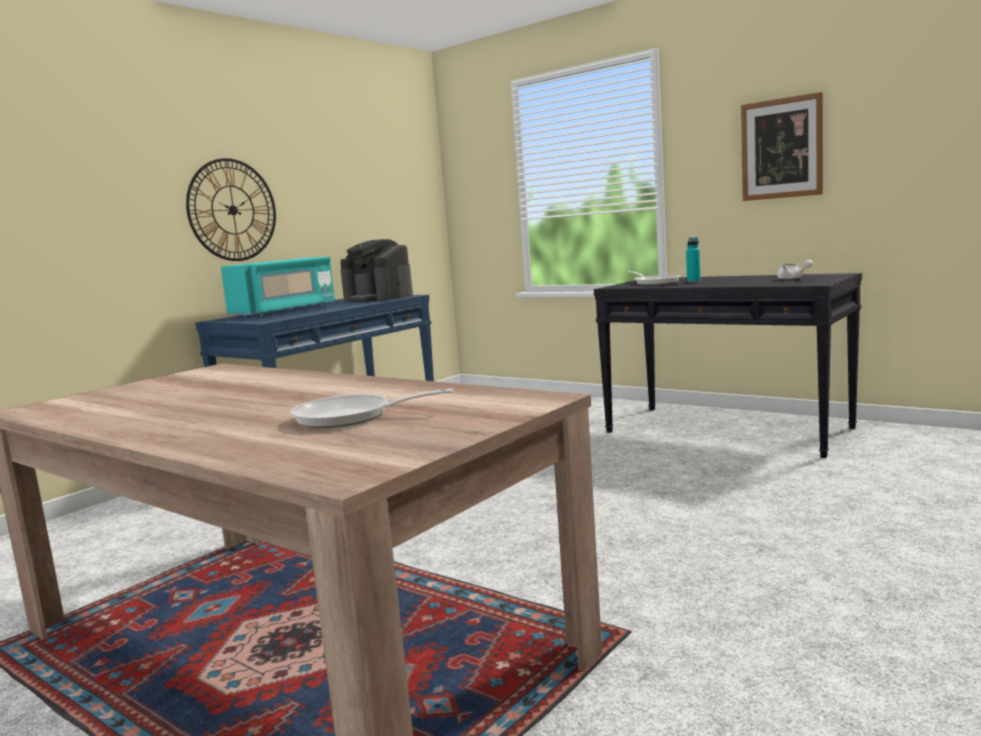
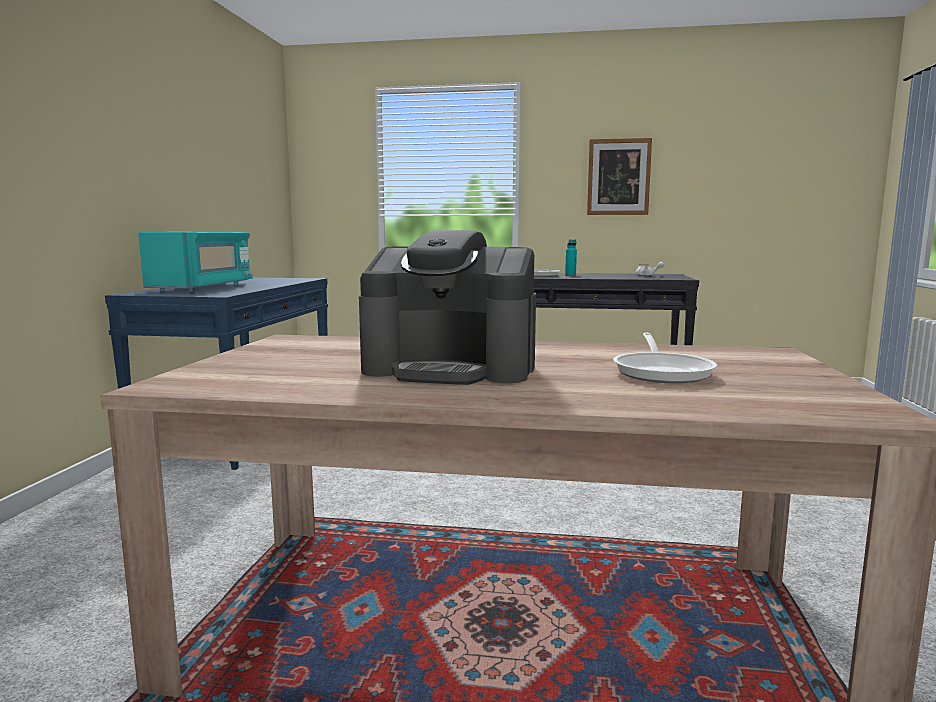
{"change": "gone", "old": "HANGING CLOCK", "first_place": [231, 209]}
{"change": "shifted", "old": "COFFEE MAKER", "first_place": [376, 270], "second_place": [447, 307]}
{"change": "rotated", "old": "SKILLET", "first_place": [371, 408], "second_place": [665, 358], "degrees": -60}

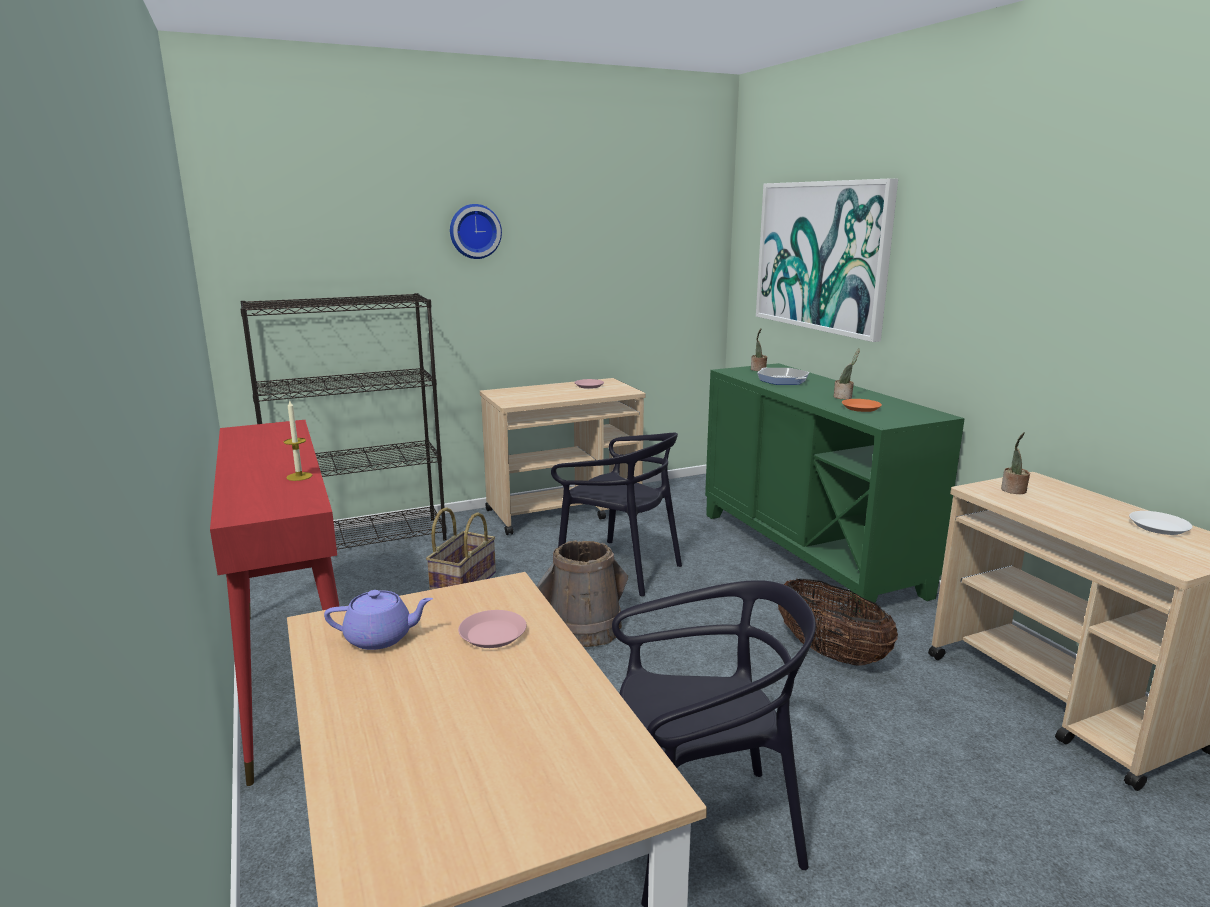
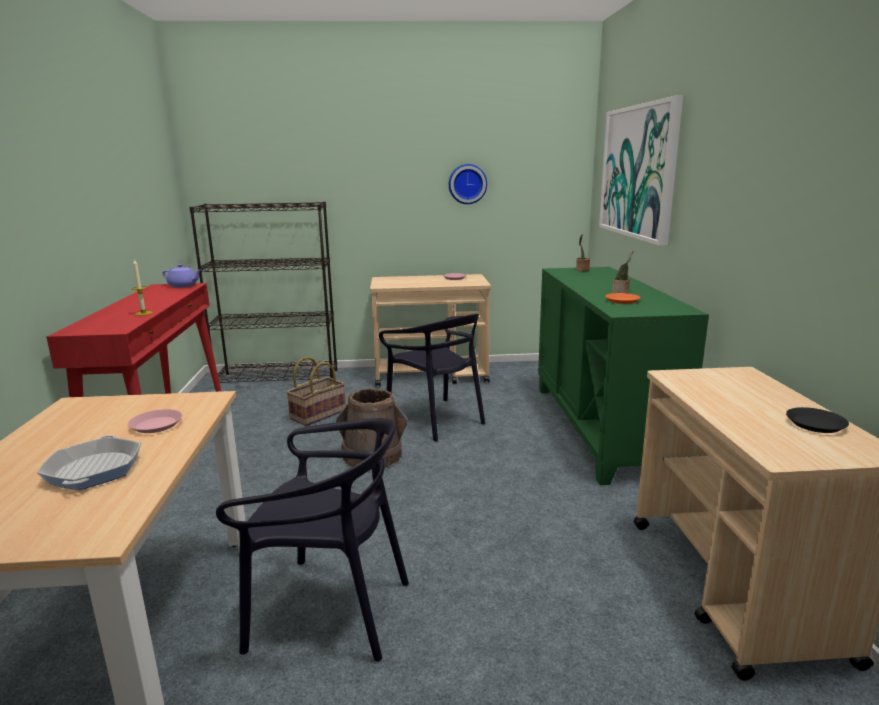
{"change": "gone", "old": "STORAGE BASKET", "first_place": [838, 622]}
{"change": "gone", "old": "PLANT IN A POT", "first_place": [1015, 463]}
{"change": "shifted", "old": "PURPLE-COLOURED TEAPOT", "first_place": [378, 620], "second_place": [182, 276]}
{"change": "shifted", "old": "HANGING CLOCK", "first_place": [476, 231], "second_place": [468, 184]}
{"change": "shifted", "old": "SKILLET", "first_place": [783, 376], "second_place": [89, 462]}
{"change": "repainted", "old": "WHITE DINNER PLATE", "new": "BLACK-COLOURED DINNER PLATE", "first_place": [1161, 523], "second_place": [817, 420]}

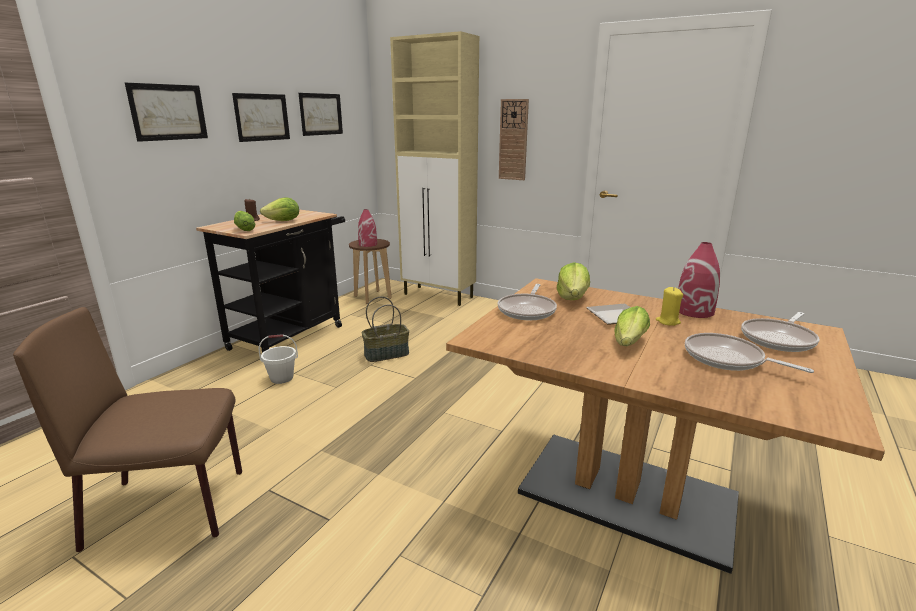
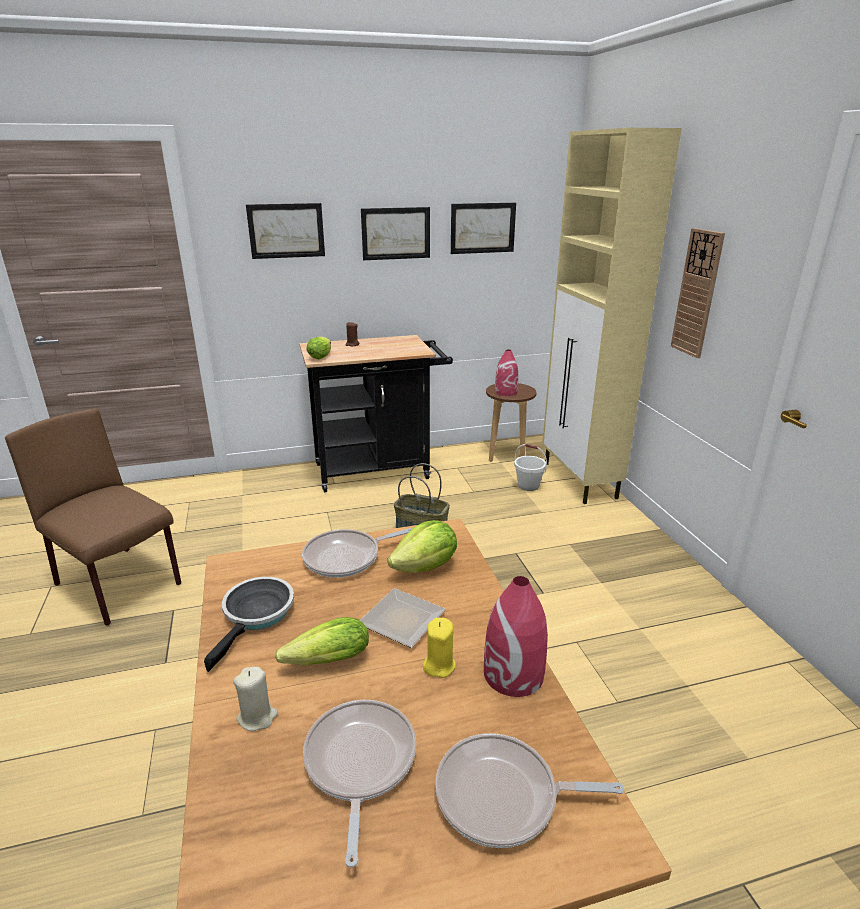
{"change": "gone", "old": "HEAD OF LETTUCE", "first_place": [279, 209]}
{"change": "new", "new": "SKILLET", "second_place": [249, 624]}
{"change": "new", "new": "BEIGE WAX LIGHT", "second_place": [255, 699]}
{"change": "shifted", "old": "WHITE BUCKET", "first_place": [278, 359], "second_place": [530, 467]}

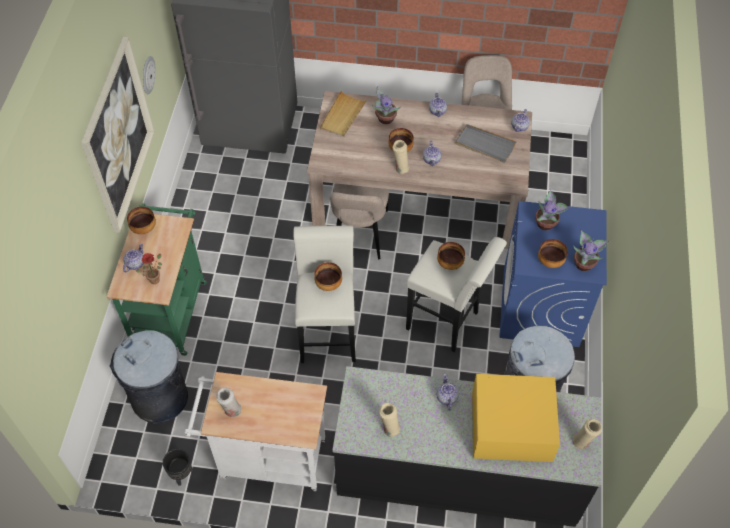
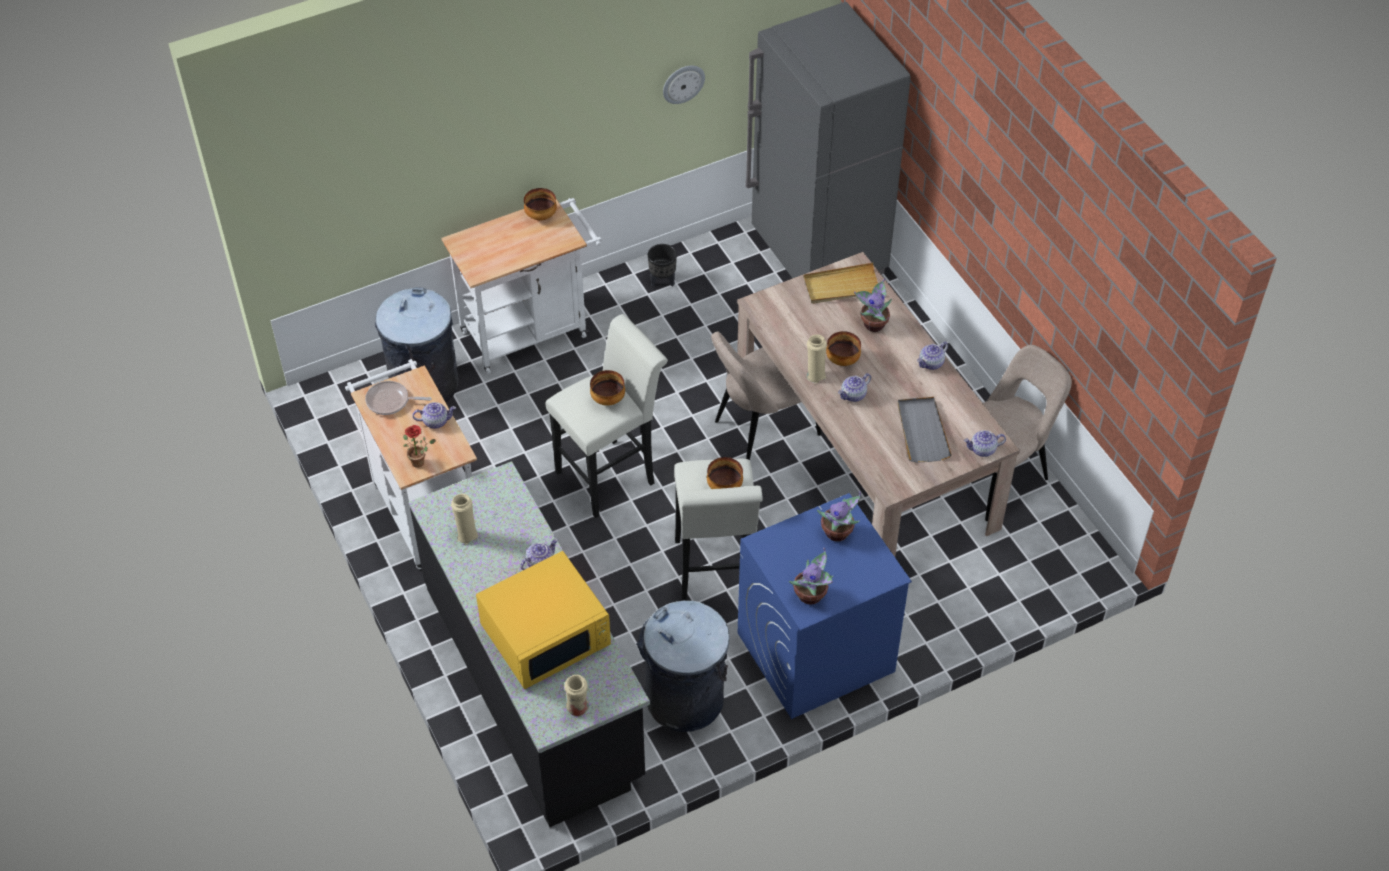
{"change": "gone", "old": "WALL PICTURE", "first_place": [118, 135]}
{"change": "gone", "old": "BOWL", "first_place": [553, 253]}
{"change": "shifted", "old": "TEAPOT", "first_place": [133, 257], "second_place": [434, 415]}
{"change": "shifted", "old": "PLANT IN A POT", "first_place": [148, 268], "second_place": [419, 446]}
{"change": "shifted", "old": "BLACK-COLOURED PLANTER", "first_place": [178, 467], "second_place": [662, 265]}
{"change": "swapped", "old": "WHITE DECORATIVE VASE", "new": "SKILLET", "first_place": [228, 402], "second_place": [398, 398]}
{"change": "repainted", "old": "GREEN-COLOURED CART", "new": "WHITE CART", "first_place": [157, 279], "second_place": [521, 286]}
{"change": "rotated", "old": "YELLOWISH MICROWAVE OVEN", "first_place": [516, 418], "second_place": [543, 620], "degrees": 90}

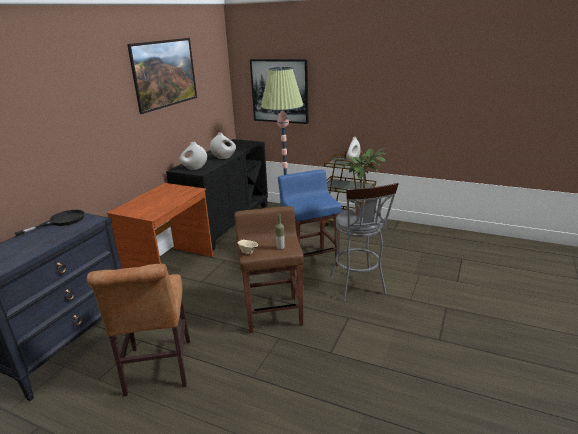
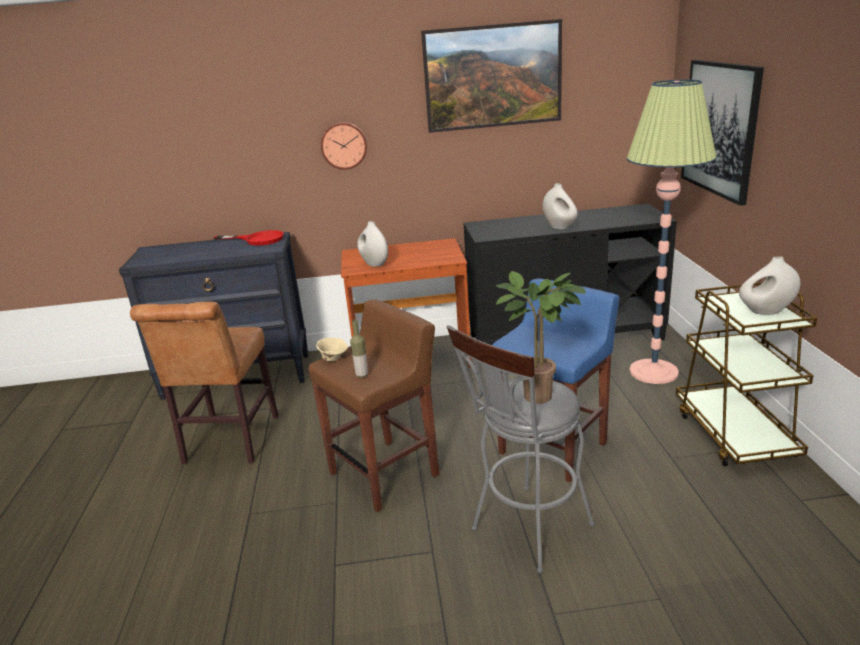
{"change": "new", "new": "HANGING CLOCK", "second_place": [344, 146]}
{"change": "shifted", "old": "WHITE DECORATIVE VASE", "first_place": [193, 156], "second_place": [372, 244]}
{"change": "repainted", "old": "BLACK-COLOURED SKILLET", "new": "RED SKILLET", "first_place": [50, 223], "second_place": [248, 238]}
{"change": "rotated", "old": "BROWNISH UPRIGHT CHAIR", "first_place": [138, 330], "second_place": [204, 383], "degrees": -45}

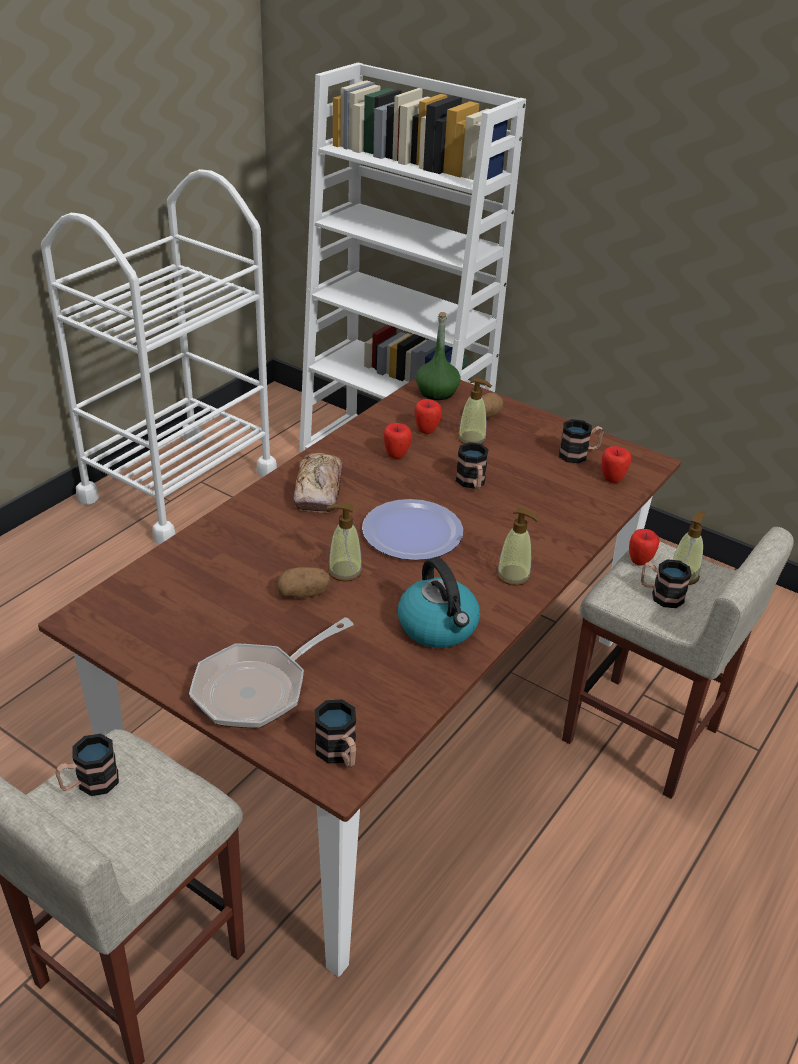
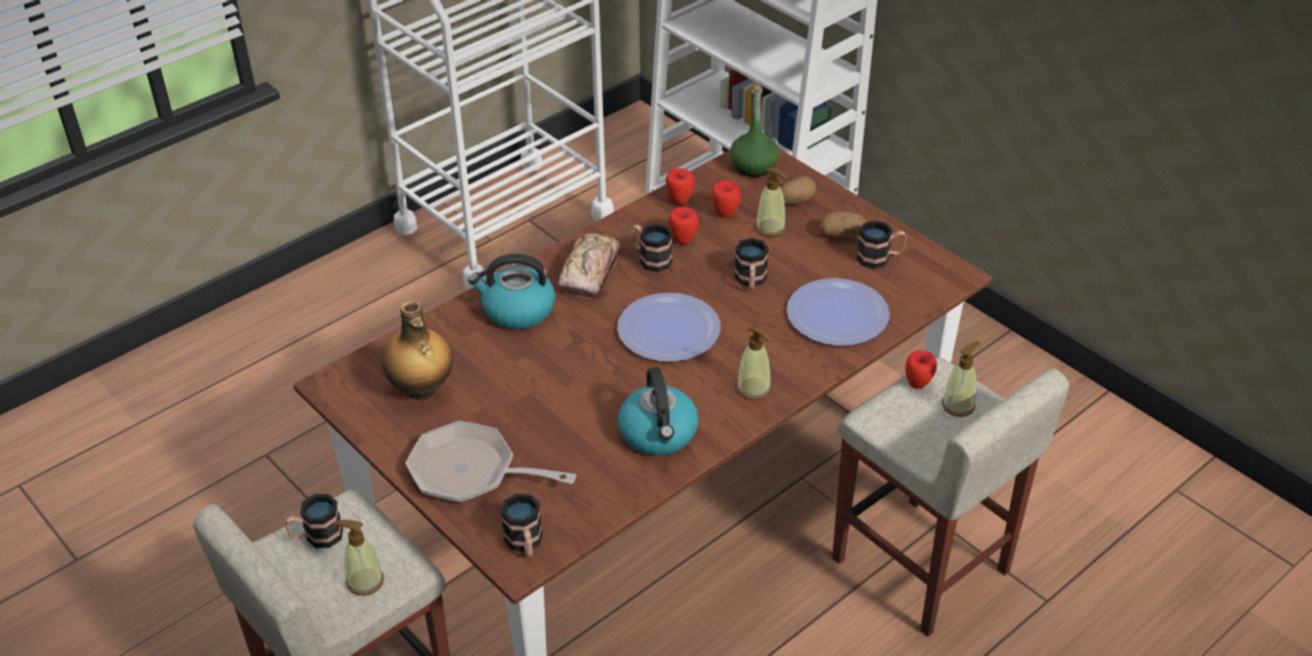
{"change": "new", "new": "BEVERAGE BOTTLE", "second_place": [417, 350]}
{"change": "new", "new": "KETTLE", "second_place": [511, 291]}
{"change": "new", "new": "DINNER PLATE", "second_place": [838, 312]}
{"change": "shifted", "old": "WHOLE POTATO", "first_place": [304, 582], "second_place": [843, 224]}
{"change": "shifted", "old": "SOAP DISPENSER", "first_place": [345, 542], "second_place": [359, 558]}
{"change": "shifted", "old": "APPLE FRUIT", "first_place": [616, 464], "second_place": [680, 186]}
{"change": "shifted", "old": "MUG", "first_place": [666, 583], "second_place": [652, 248]}
{"change": "rotated", "old": "SKILLET", "first_place": [271, 672], "second_place": [491, 462], "degrees": 45}

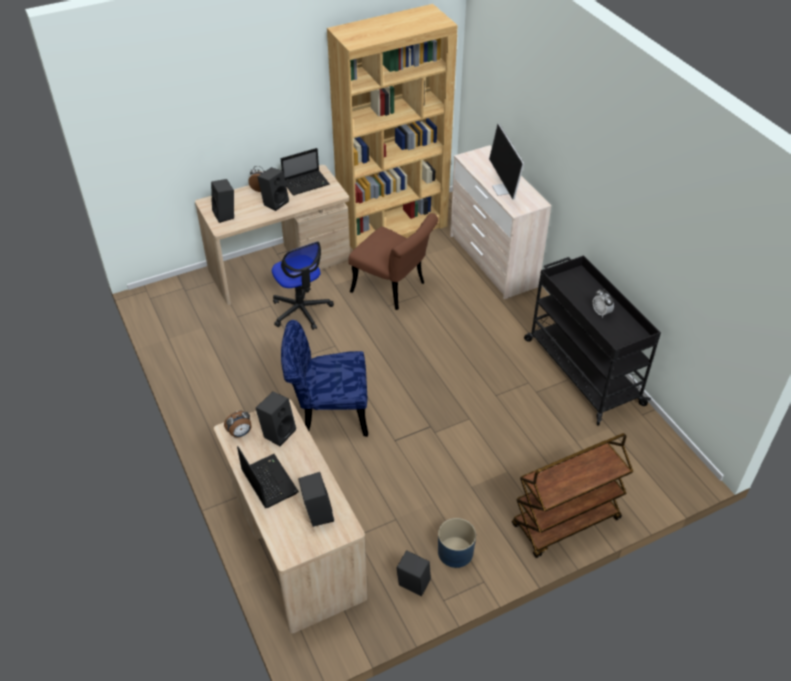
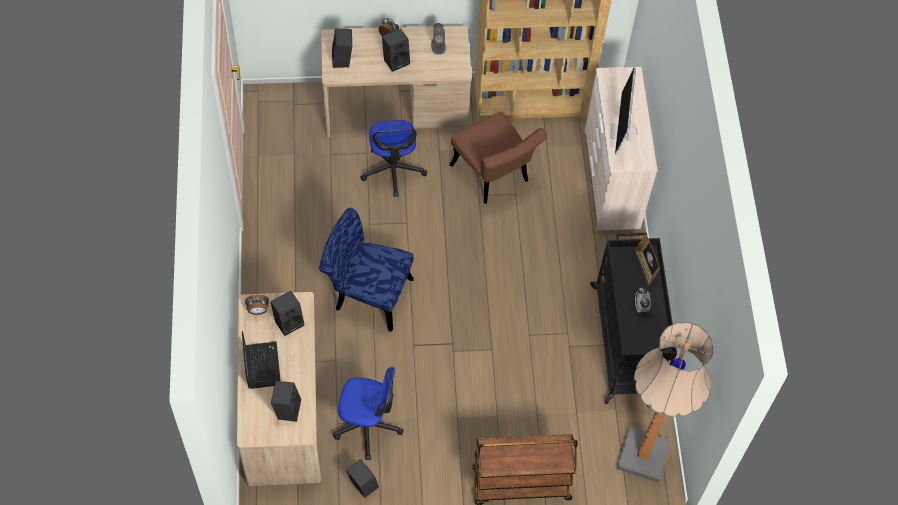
{"change": "gone", "old": "BLUE PLANTER", "first_place": [457, 543]}
{"change": "new", "new": "OFFICE CHAIR", "second_place": [368, 413]}
{"change": "new", "new": "FLOOR LAMP", "second_place": [665, 402]}
{"change": "new", "new": "PICTURE FRAME", "second_place": [647, 259]}
{"change": "swapped", "old": "PORTABLE COMPUTER", "new": "GREYISH AUDIO SPEAKER", "first_place": [305, 171], "second_place": [438, 38]}

